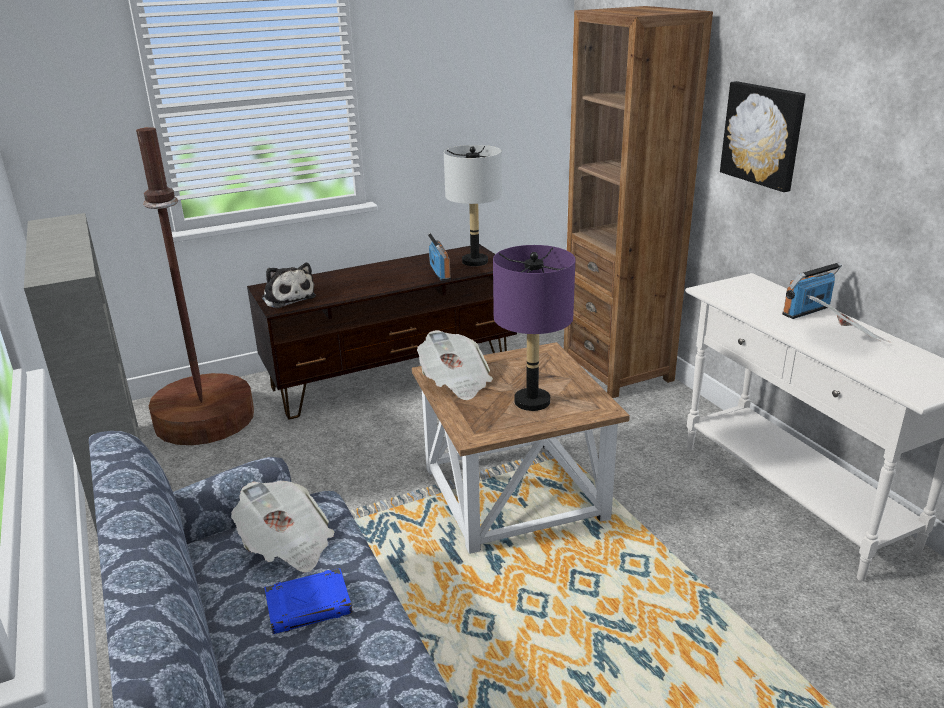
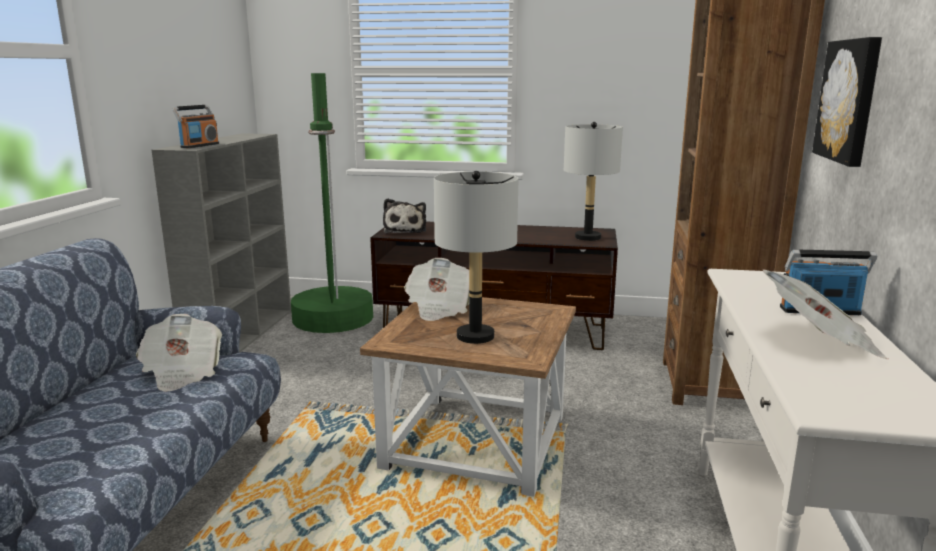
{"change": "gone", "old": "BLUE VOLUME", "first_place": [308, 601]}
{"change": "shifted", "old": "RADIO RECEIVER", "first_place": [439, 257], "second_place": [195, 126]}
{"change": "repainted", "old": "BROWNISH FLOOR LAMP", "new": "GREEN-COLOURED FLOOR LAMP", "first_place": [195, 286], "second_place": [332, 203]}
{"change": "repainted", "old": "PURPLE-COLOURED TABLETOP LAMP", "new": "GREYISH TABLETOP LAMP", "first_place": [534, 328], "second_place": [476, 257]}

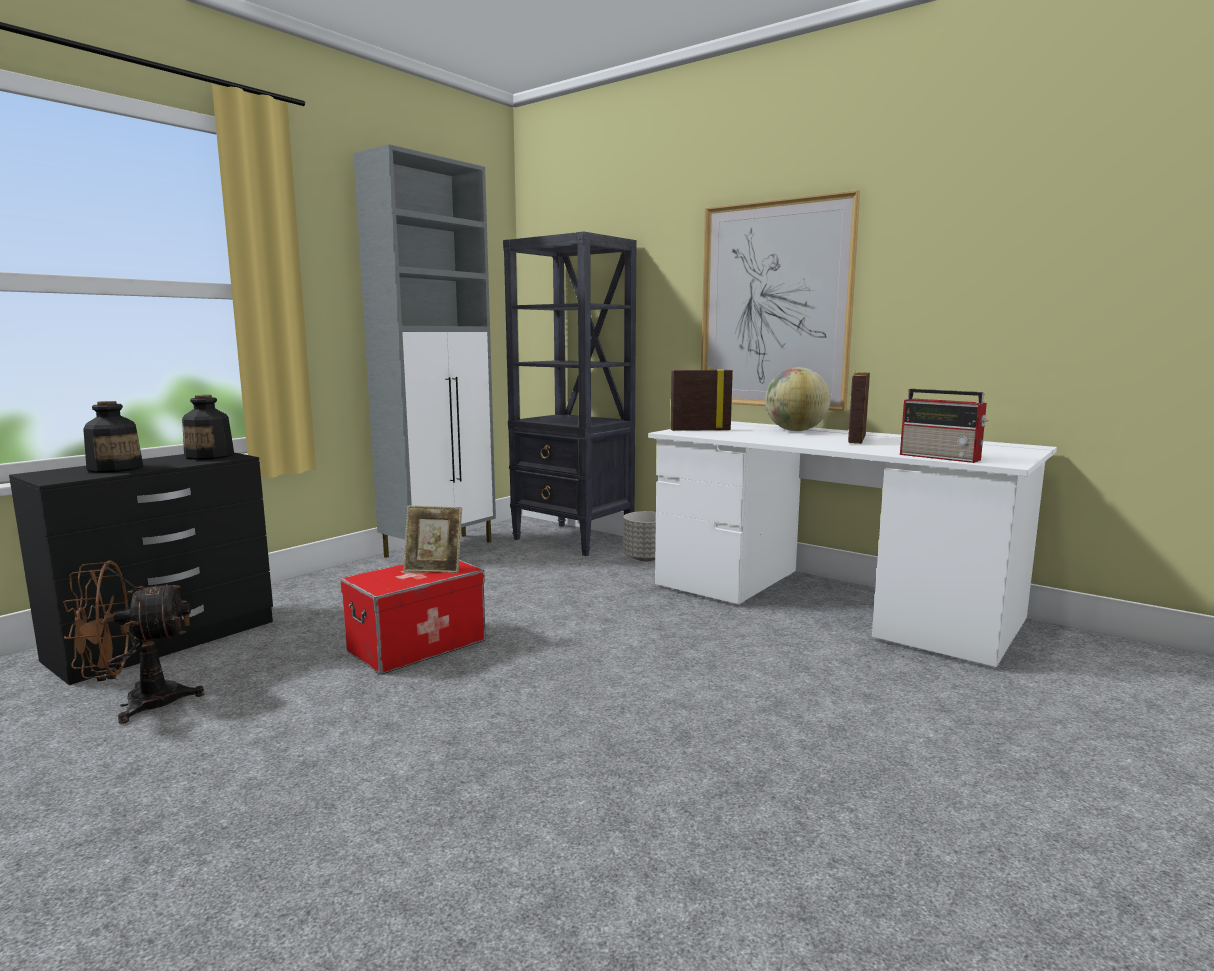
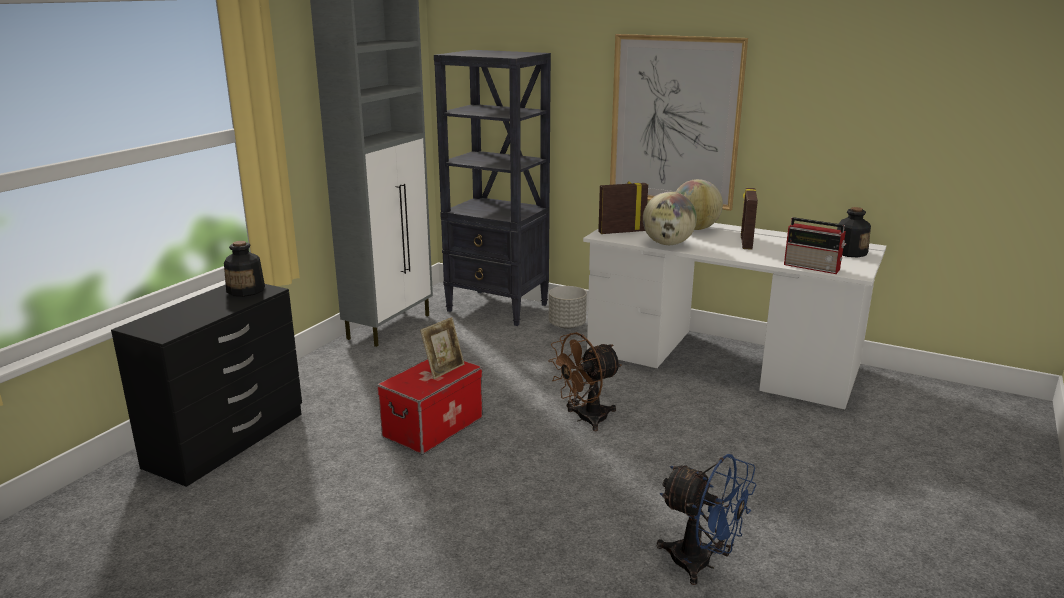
{"change": "new", "new": "WORLD GLOBE", "second_place": [670, 218]}
{"change": "new", "new": "BLUE COOLING FAN", "second_place": [706, 519]}
{"change": "shifted", "old": "BROWNISH COOLING FAN", "first_place": [133, 642], "second_place": [585, 381]}
{"change": "shifted", "old": "BEVERAGE BOTTLE", "first_place": [113, 437], "second_place": [854, 232]}
{"change": "rotated", "old": "PICTURE FRAME", "first_place": [432, 539], "second_place": [442, 348], "degrees": -45}

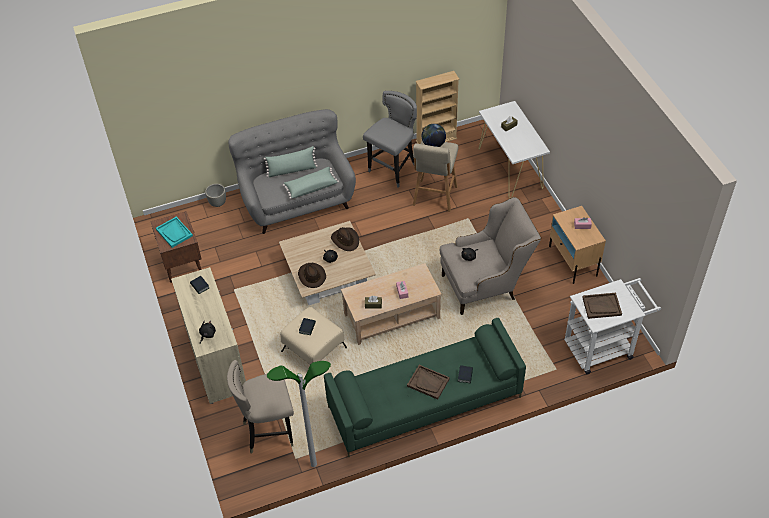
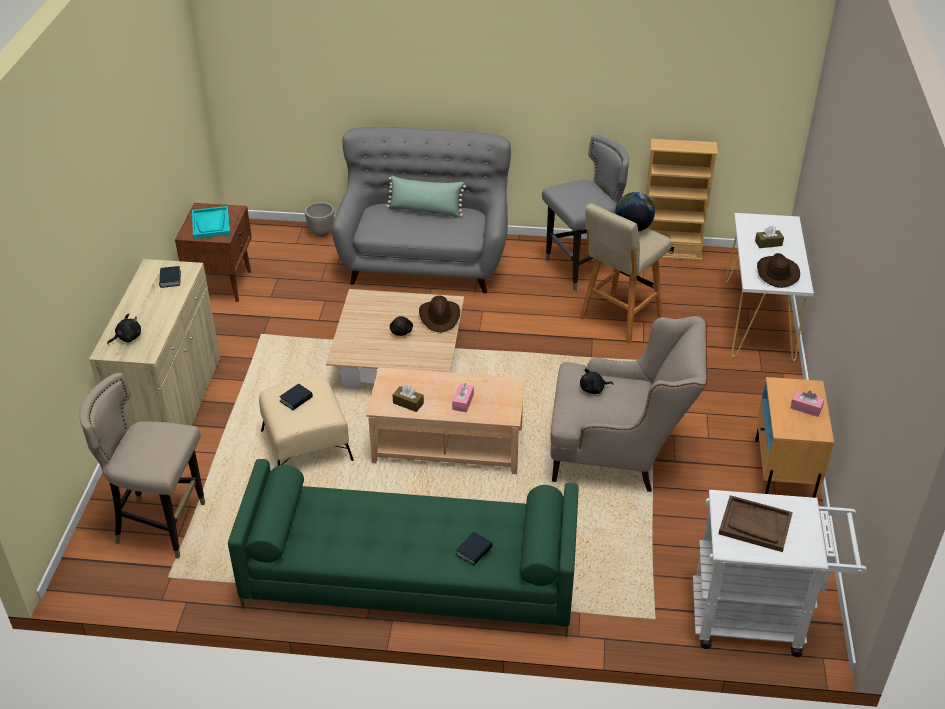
{"change": "gone", "old": "FLOOR LAMP", "first_place": [299, 414]}
{"change": "gone", "old": "GREEN-COLOURED CUSHION", "first_place": [311, 183]}
{"change": "gone", "old": "BROWNISH SERVING TRAY", "first_place": [428, 382]}
{"change": "shifted", "old": "BROWNISH CLOTHING HAT", "first_place": [312, 275], "second_place": [778, 270]}

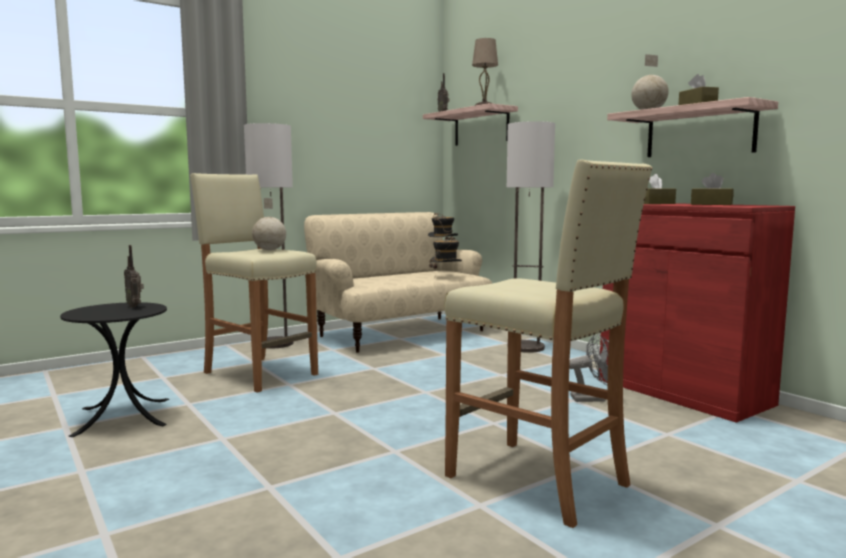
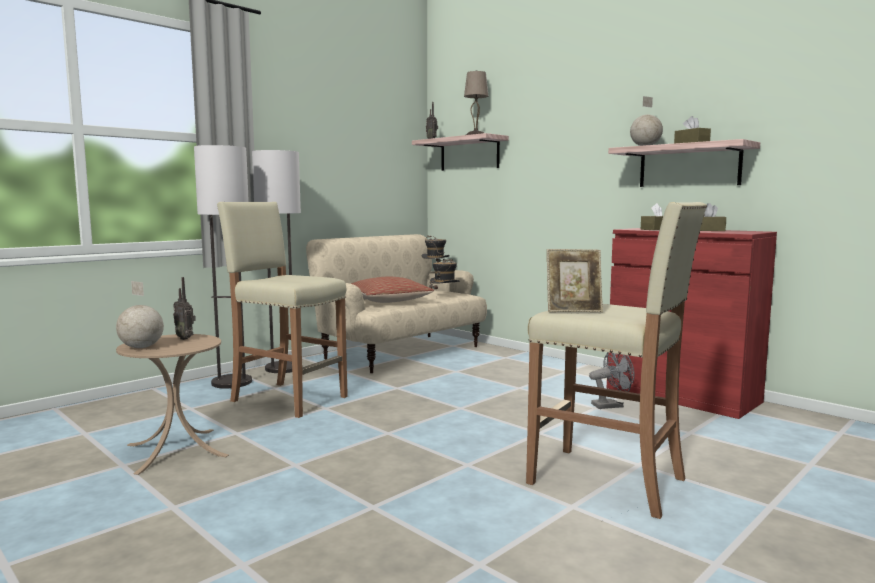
{"change": "new", "new": "CUSHION", "second_place": [392, 290]}
{"change": "new", "new": "PICTURE FRAME", "second_place": [575, 280]}
{"change": "shifted", "old": "WORLD GLOBE", "first_place": [269, 224], "second_place": [140, 314]}
{"change": "shifted", "old": "FLOOR LAMP", "first_place": [531, 237], "second_place": [223, 266]}
{"change": "repainted", "old": "BLACK-COLOURED ACCENT TABLE", "new": "BEIGE ACCENT TABLE", "first_place": [114, 369], "second_place": [172, 404]}

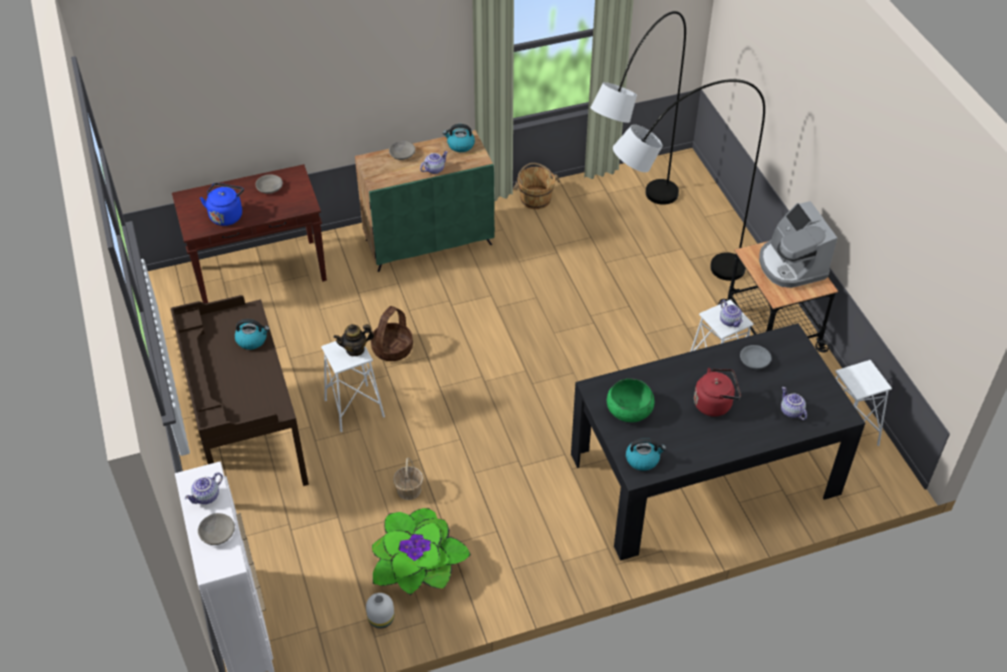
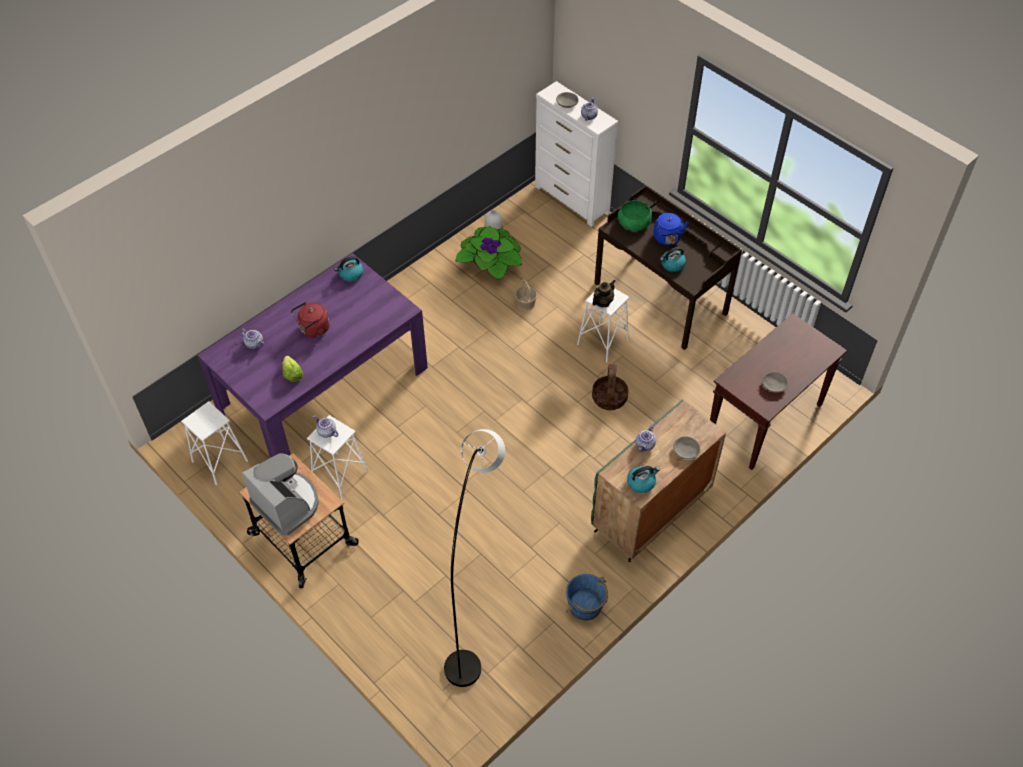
{"change": "gone", "old": "GREYISH FLOOR LAMP", "first_place": [689, 180]}
{"change": "shifted", "old": "BLUE KETTLE", "first_place": [222, 204], "second_place": [671, 229]}
{"change": "shifted", "old": "GREEN-COLOURED BOWL", "first_place": [631, 400], "second_place": [635, 215]}
{"change": "swapped", "old": "GREYISH BOWL", "new": "HEAD OF LETTUCE", "first_place": [756, 357], "second_place": [292, 368]}
{"change": "repainted", "old": "BROWNISH BUCKET", "new": "BLUE BUCKET", "first_place": [536, 186], "second_place": [587, 597]}
{"change": "repainted", "old": "BLACK-COLOURED DINNER TABLE", "new": "PURPLE-COLOURED DINNER TABLE", "first_place": [718, 442], "second_place": [312, 355]}

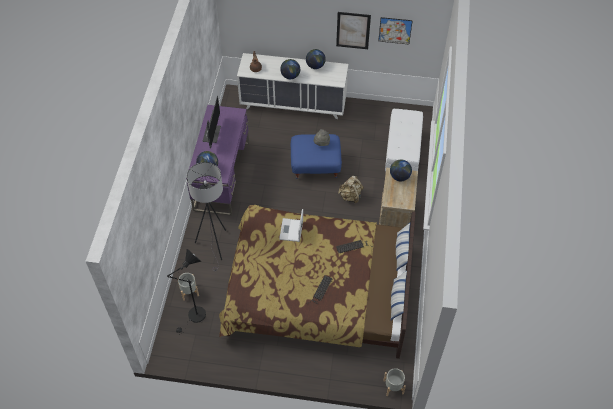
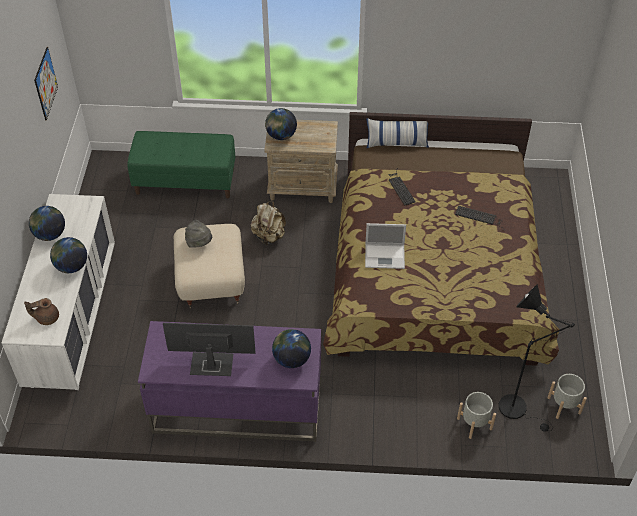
{"change": "gone", "old": "GREYISH FLOOR LAMP", "first_place": [206, 216]}
{"change": "gone", "old": "WALL PICTURE", "first_place": [353, 30]}
{"change": "gone", "old": "CUSHION", "first_place": [399, 295]}
{"change": "shifted", "old": "GREYISH PLANTER", "first_place": [394, 382], "second_place": [567, 396]}
{"change": "repainted", "old": "BLUE POUFFE", "new": "BEIGE POUFFE", "first_place": [316, 156], "second_place": [209, 266]}
{"change": "repainted", "old": "WHITE BENCH", "new": "GREEN-COLOURED BENCH", "first_place": [404, 140], "second_place": [181, 164]}

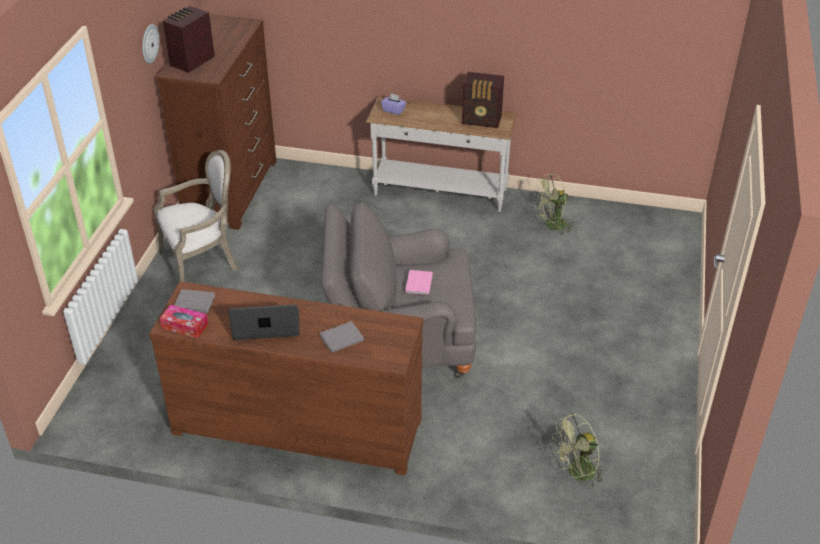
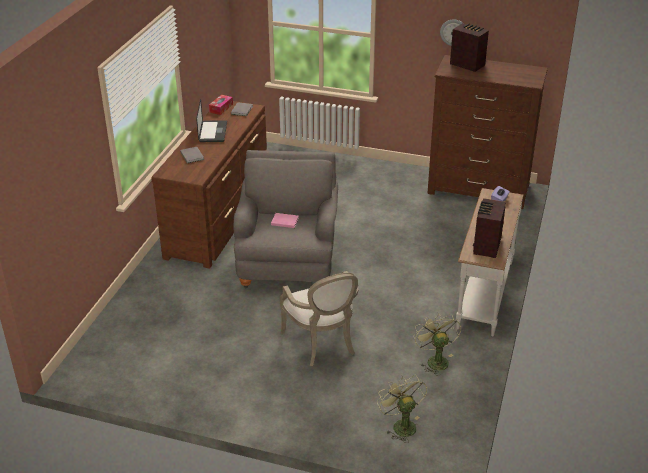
{"change": "shifted", "old": "EASY CHAIR", "first_place": [195, 216], "second_place": [319, 318]}
{"change": "shifted", "old": "GREEN-COLOURED COOLING FAN", "first_place": [578, 450], "second_place": [402, 409]}

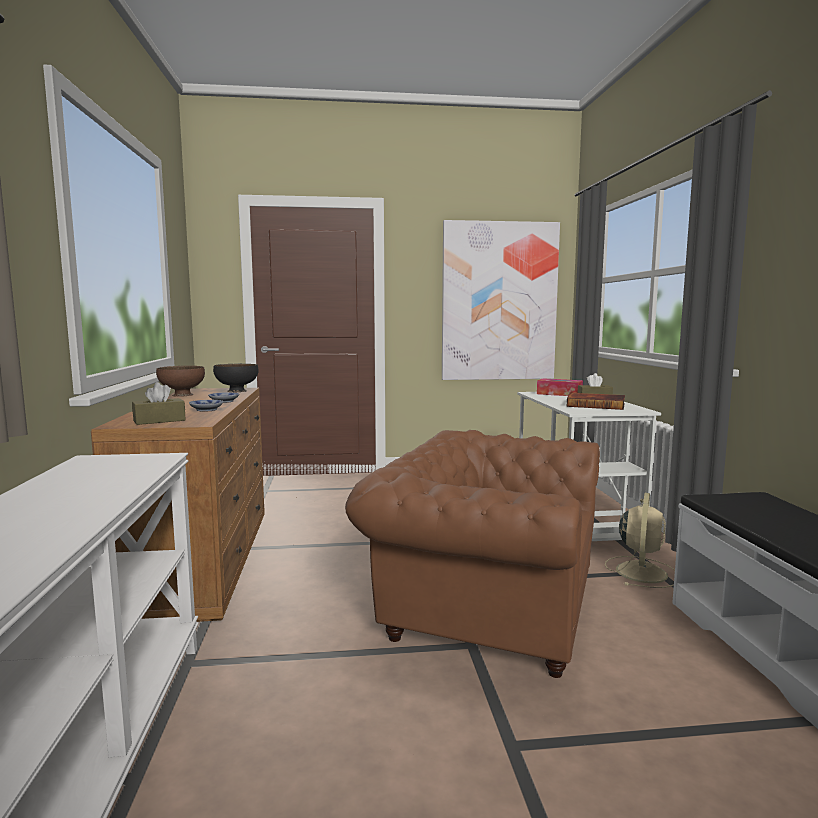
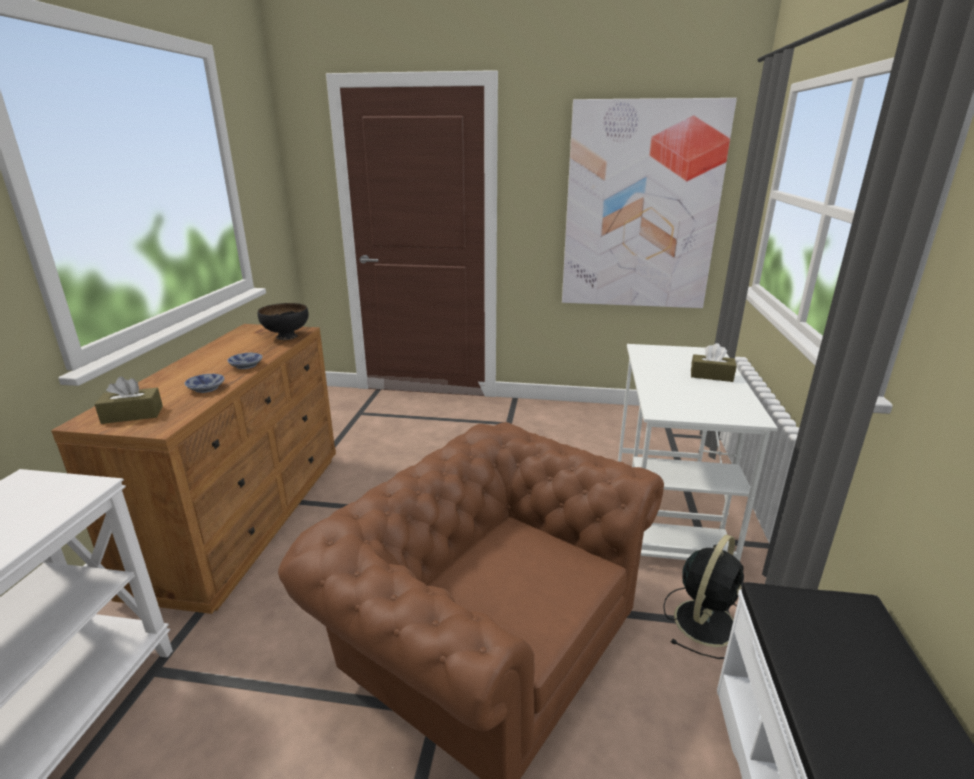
{"change": "gone", "old": "BROWNISH BOWL", "first_place": [180, 381]}
{"change": "gone", "old": "BOX OF TISSUES", "first_place": [560, 387]}
{"change": "gone", "old": "VOLUME", "first_place": [596, 401]}
{"change": "repainted", "old": "BEIGE COOLING FAN", "new": "BLACK-COLOURED COOLING FAN", "first_place": [640, 540], "second_place": [703, 596]}

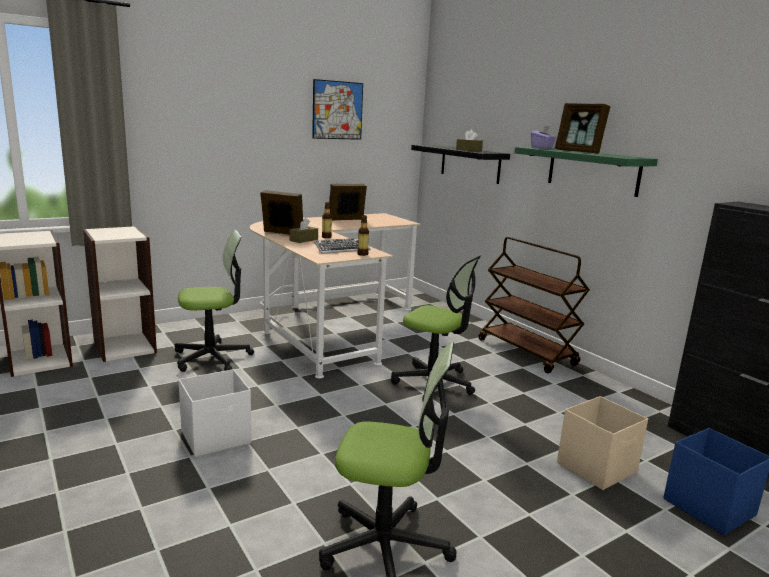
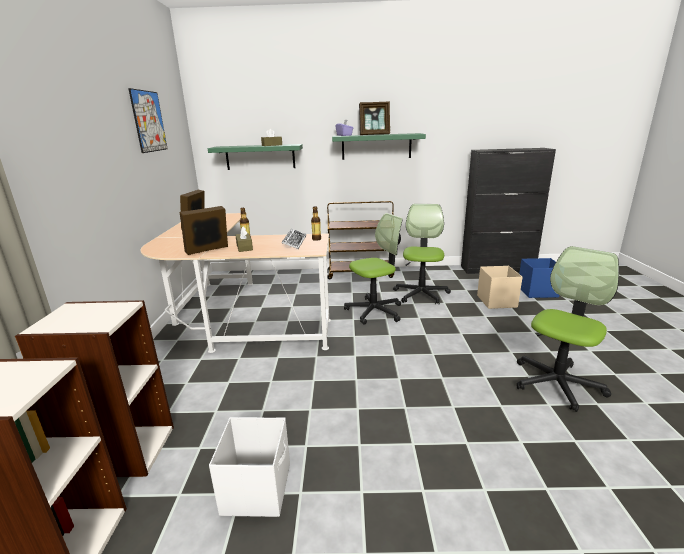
{"change": "shifted", "old": "OFFICE CHAIR", "first_place": [214, 301], "second_place": [422, 254]}
{"change": "shifted", "old": "WHITE STORAGE BOX", "first_place": [215, 413], "second_place": [249, 467]}
{"change": "repainted", "old": "BLACK-COLOURED WALL SHELF", "new": "GREEN-COLOURED WALL SHELF", "first_place": [460, 164], "second_place": [255, 157]}

